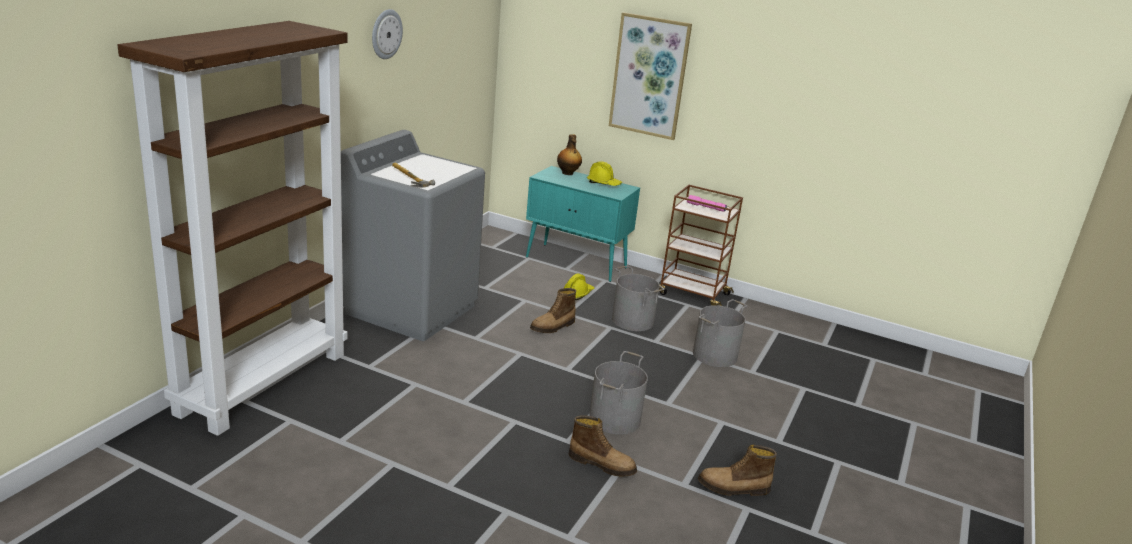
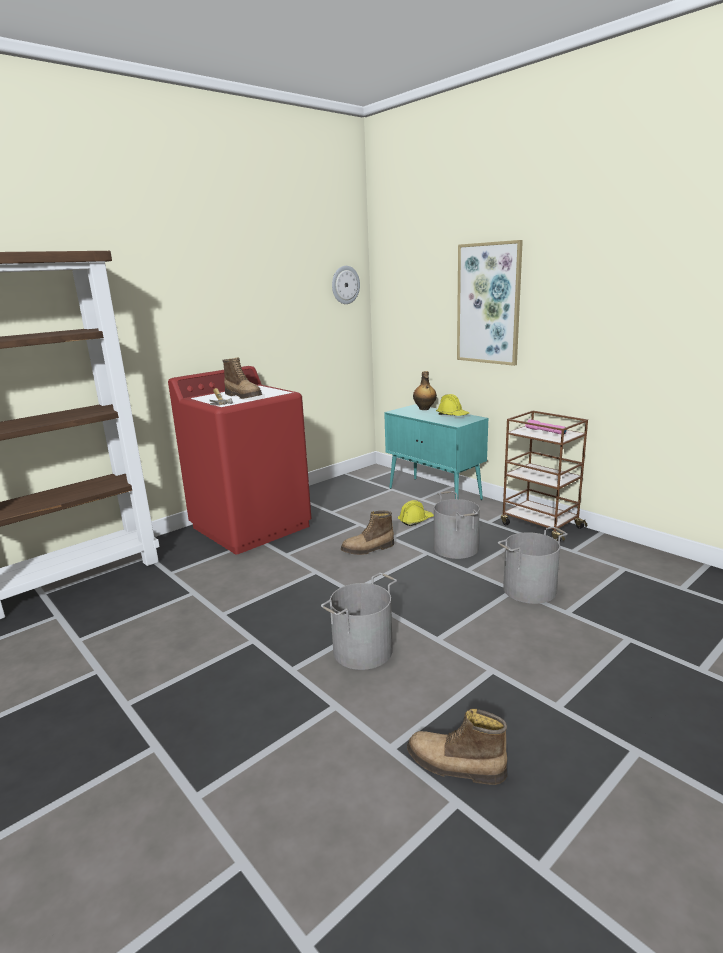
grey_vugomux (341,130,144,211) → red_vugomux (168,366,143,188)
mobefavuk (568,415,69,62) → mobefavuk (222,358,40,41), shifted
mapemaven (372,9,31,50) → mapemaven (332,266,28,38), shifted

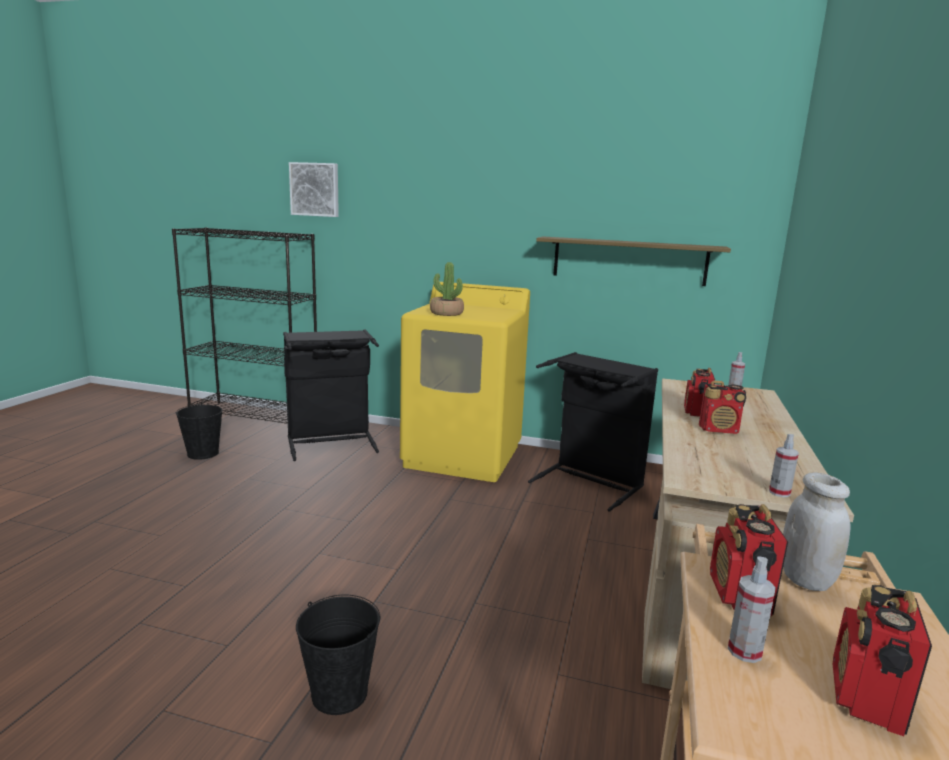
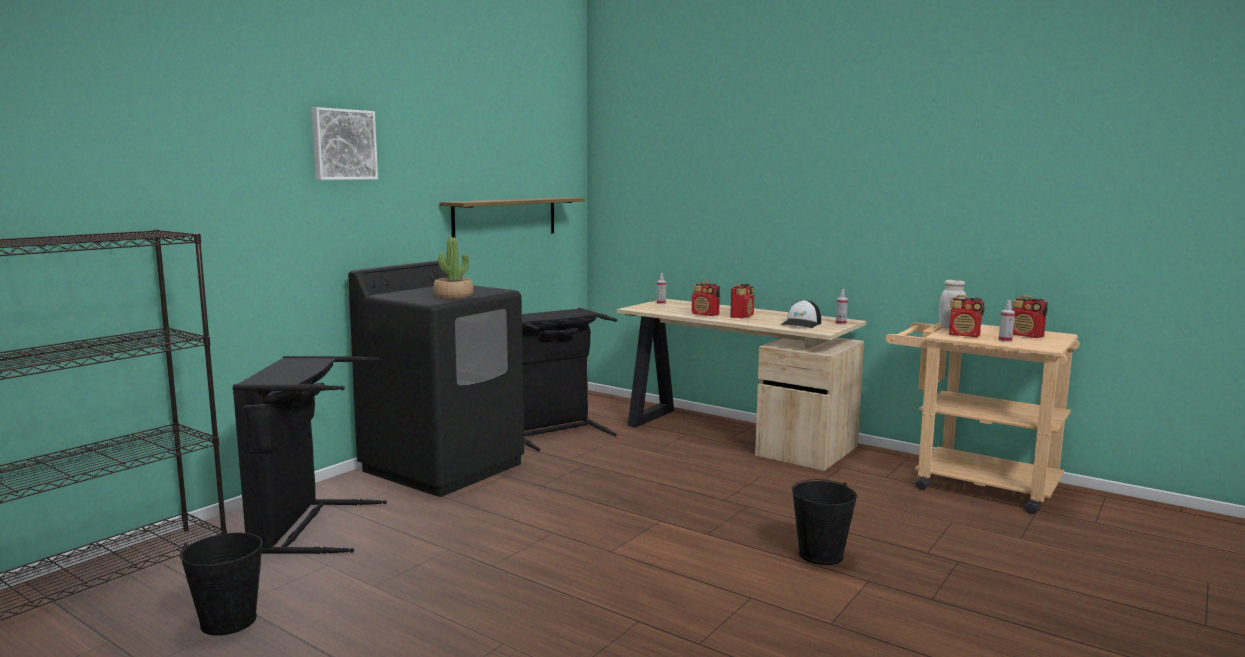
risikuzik (289,162,50,55) → risikuzik (311,107,67,73), shifted
yellow_vugomux (400,282,130,200) → black_vugomux (348,261,176,236)
- → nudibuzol (781,300,40,28)

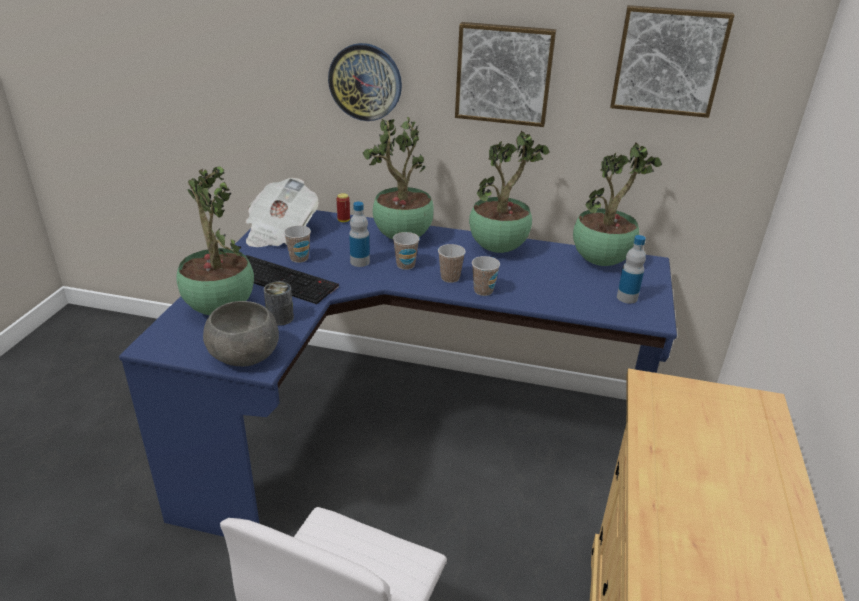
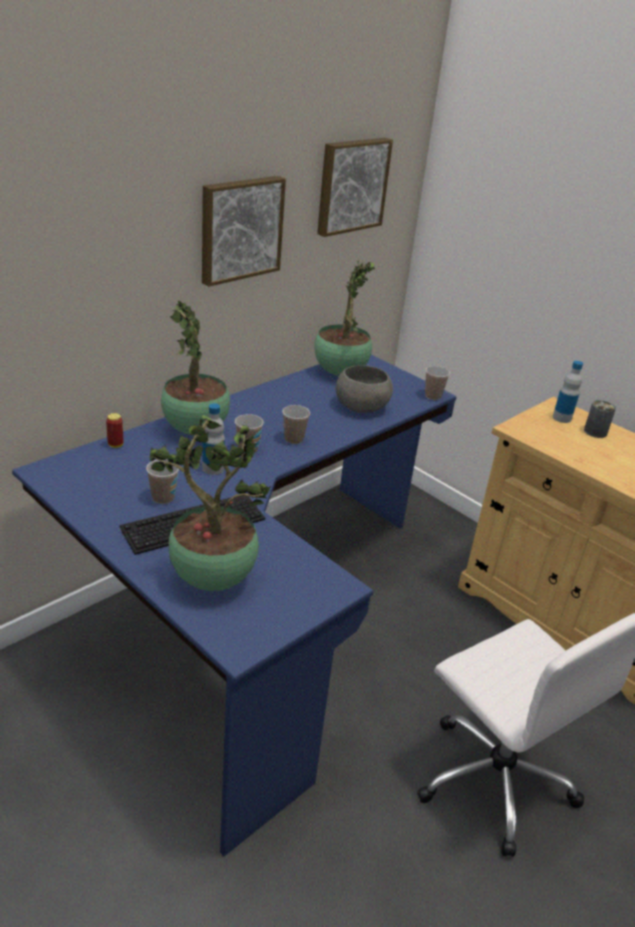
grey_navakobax (203,301,76,65) → grey_navakobax (336,365,57,48), shifted
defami (472,256,28,40) → defami (425,366,25,34), shifted
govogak (617,235,29,69) → govogak (553,361,30,62), shifted
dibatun (264,281,30,45) → dibatun (584,400,32,38), shifted
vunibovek (245,178,74,69) → -
mapemaven (328,43,74,78) → -
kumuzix (469,131,81,122) → -

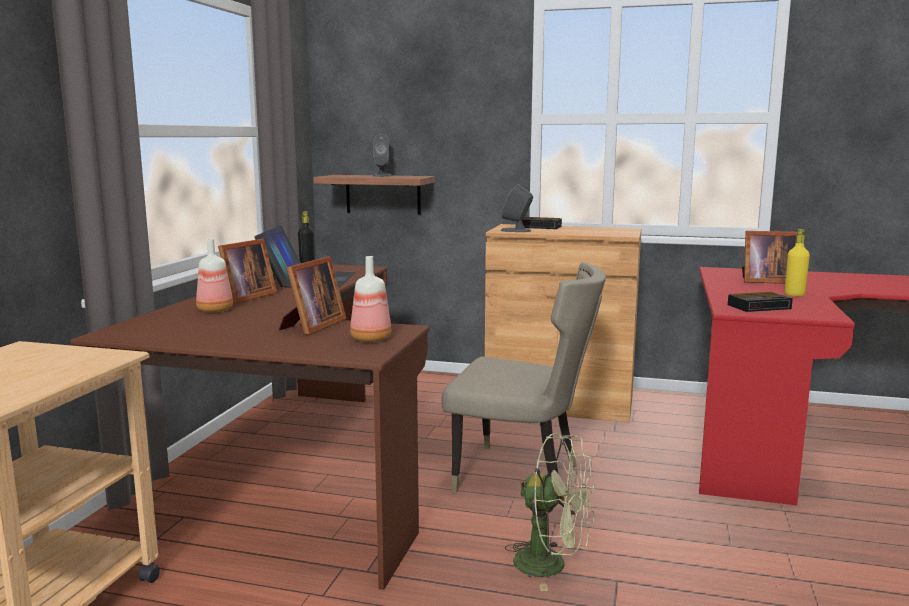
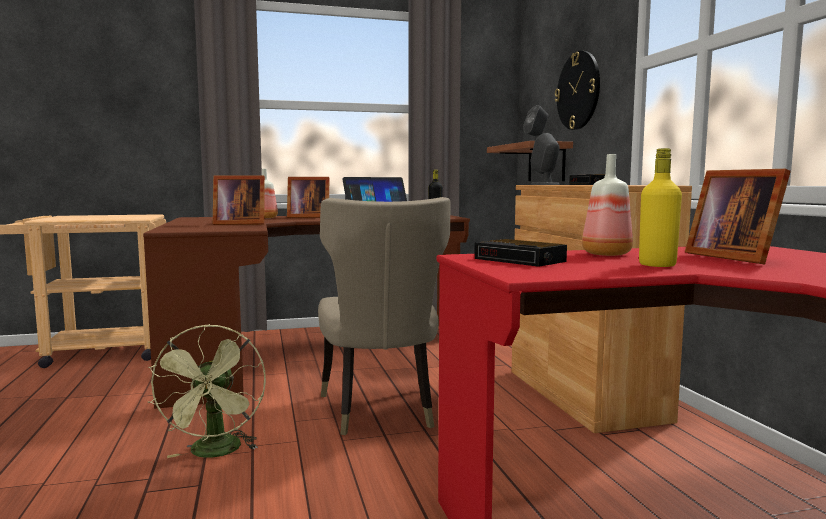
- → mapemaven (555,51,45,79)
govogak (350,256,41,86) → govogak (582,154,51,102), shifted

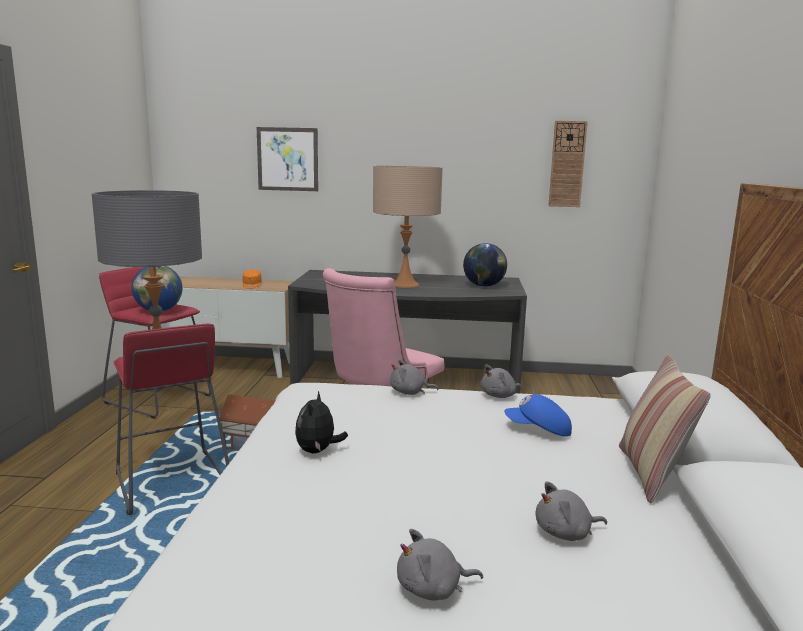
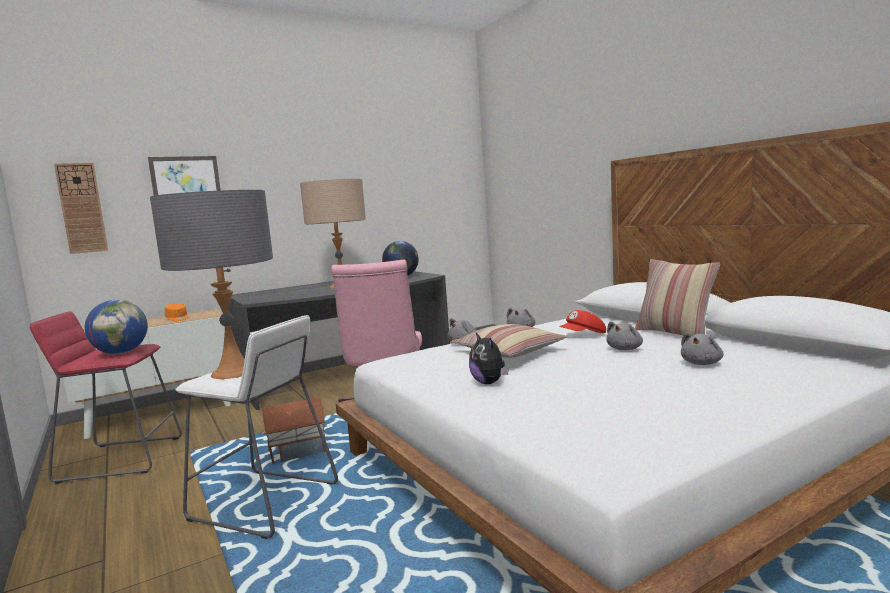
mapemaven (548,121,40,86) → mapemaven (54,163,54,91), shifted
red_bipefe (114,323,115,192) → white_bipefe (175,315,163,224)
- → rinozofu (452,324,116,34)
blue_nudibuzol (504,394,68,42) → red_nudibuzol (559,310,47,23)
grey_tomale (397,529,86,72) → grey_tomale (606,321,37,29), shifted

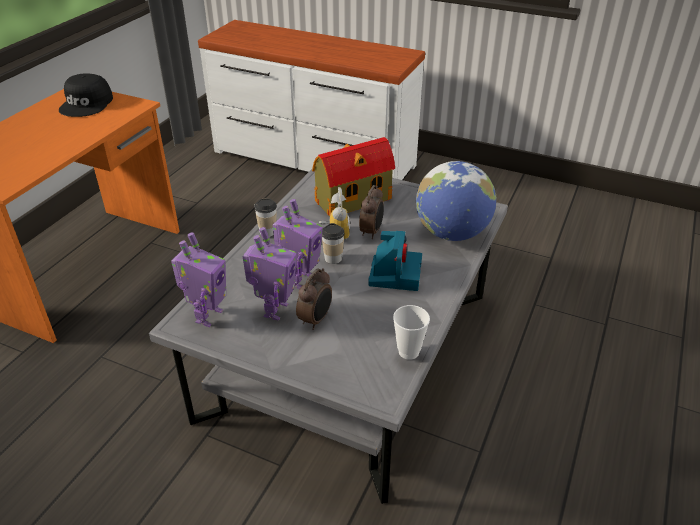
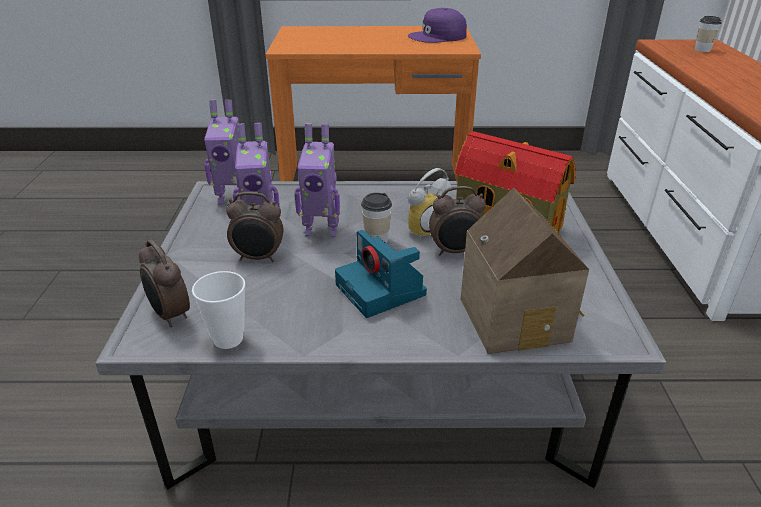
- → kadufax (139,240,51,87)
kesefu (368,231,54,60) → kesefu (335,230,92,88), 75 degrees clockwise
black_nudibuzol (59,74,54,43) → purple_nudibuzol (408,8,59,35)
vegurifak (416,161,81,80) → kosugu (461,188,128,166)
defami (254,198,23,38) → defami (695,16,27,36), shifted

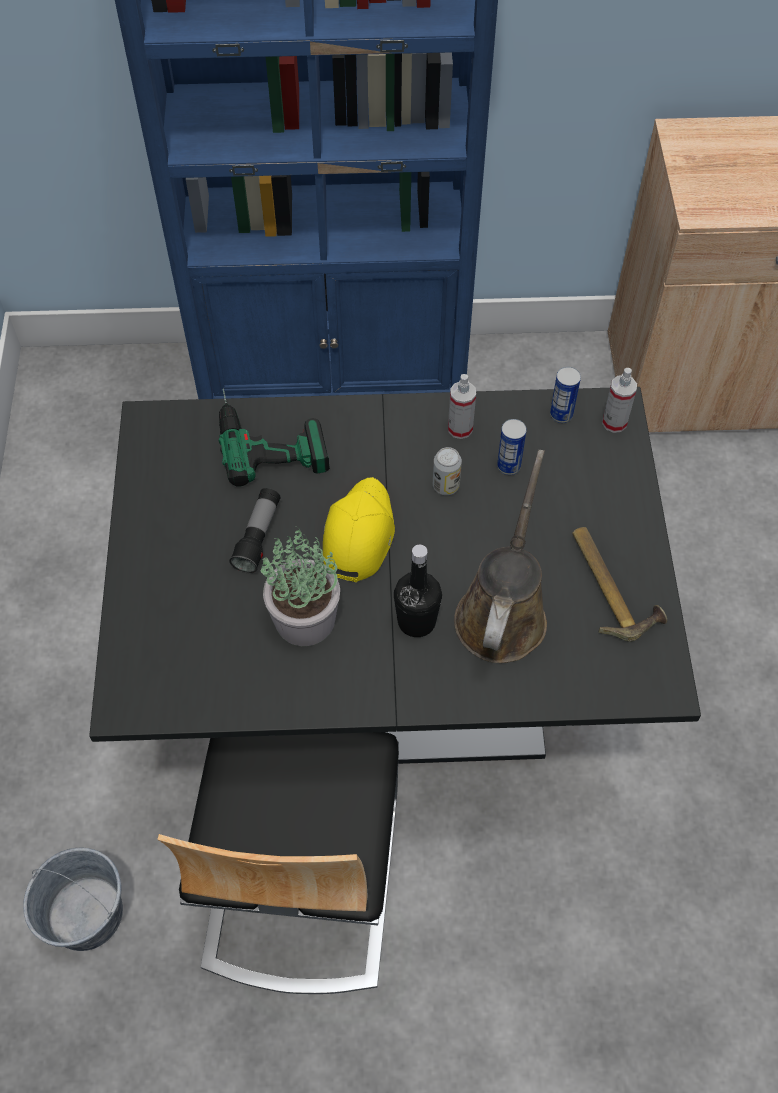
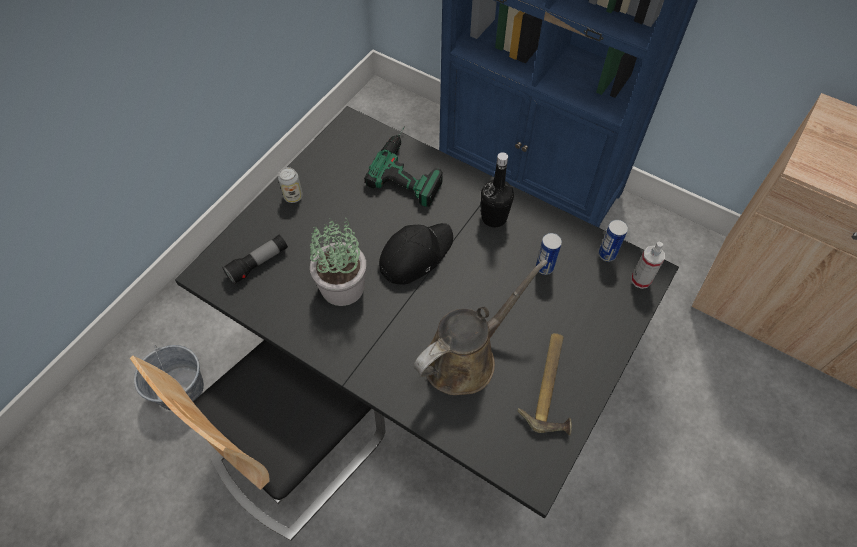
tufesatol (229,488,52,85) → tufesatol (222,235,66,50), shifted
dibatun (433,447,29,48) → dibatun (278,167,25,36), shifted
yellow_nudibuzol (323,477,72,105) → black_nudibuzol (379,223,74,62)
black_govogak (394,545,48,92) → black_govogak (481,152,33,76), shifted
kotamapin (448,374,28,65) → -

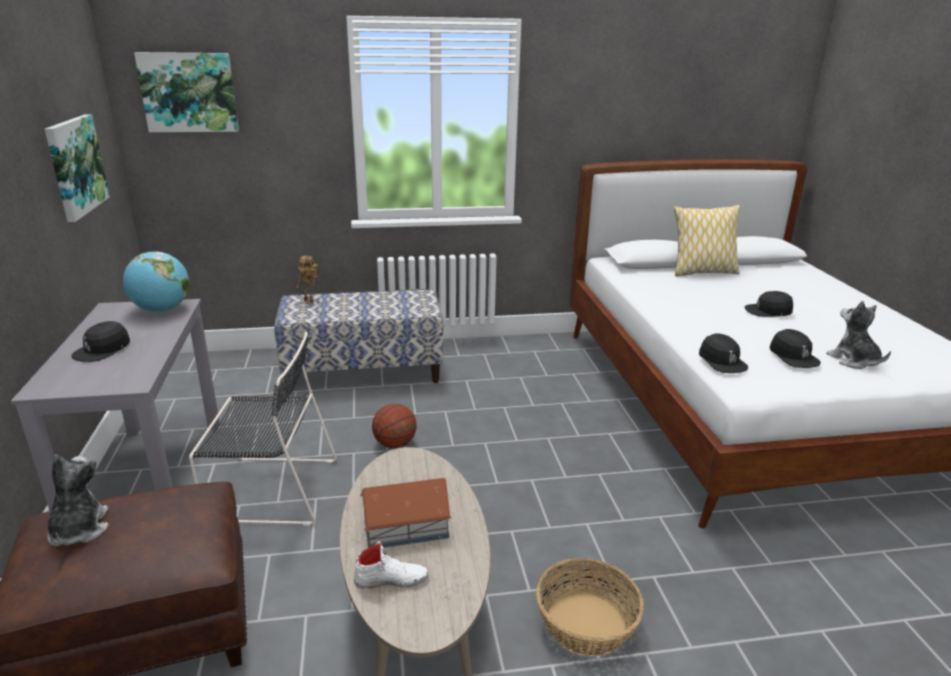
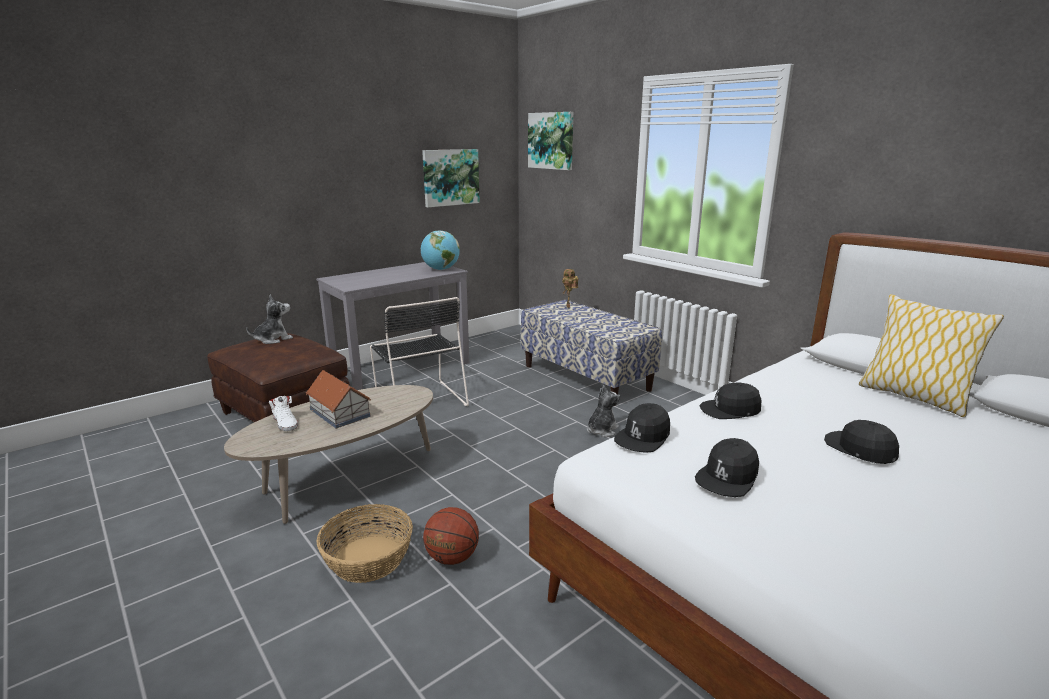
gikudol (372,404,45,44) → gikudol (423,507,56,58), shifted
tomale (826,301,65,68) → tomale (587,385,33,52), shifted
black_nudibuzol (71,321,59,41) → black_nudibuzol (699,382,62,37), shifted

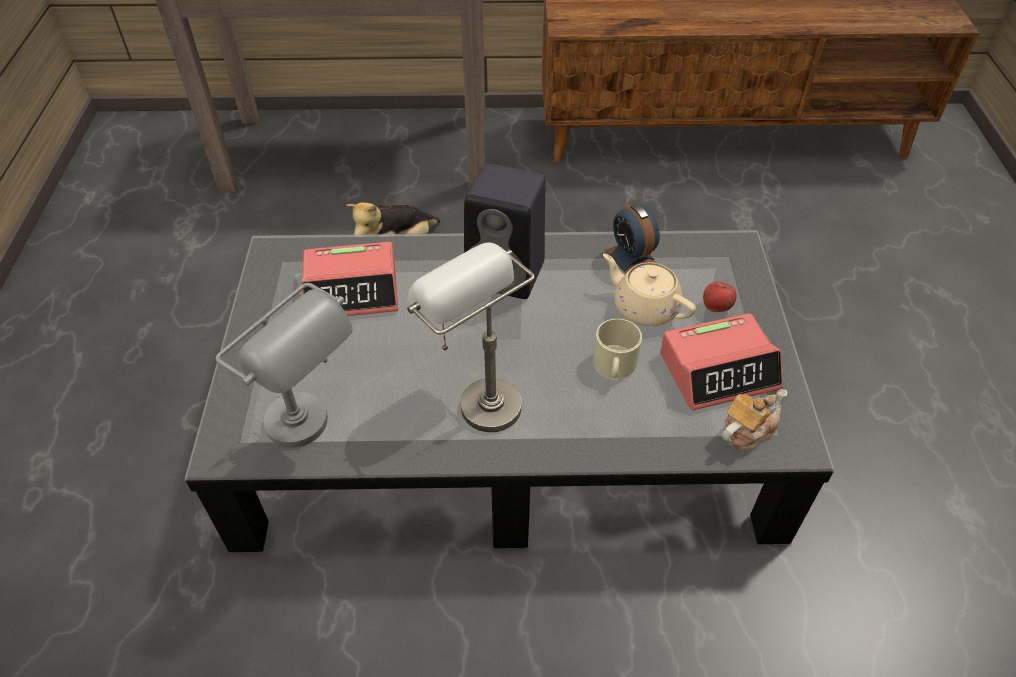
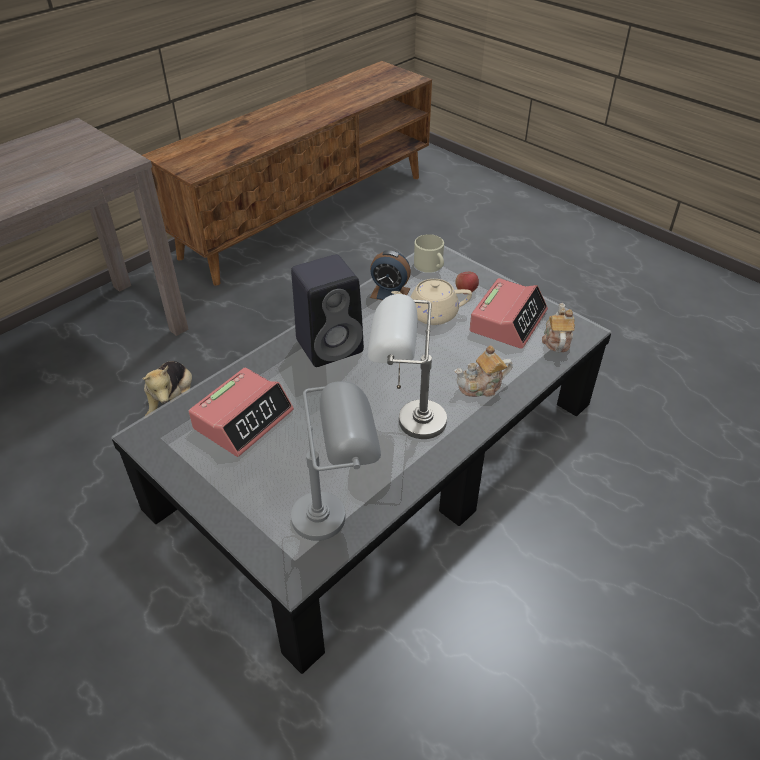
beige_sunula (594,319,48,59) → beige_sunula (414,234,30,39), shifted
- → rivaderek (454,345,59,52)

